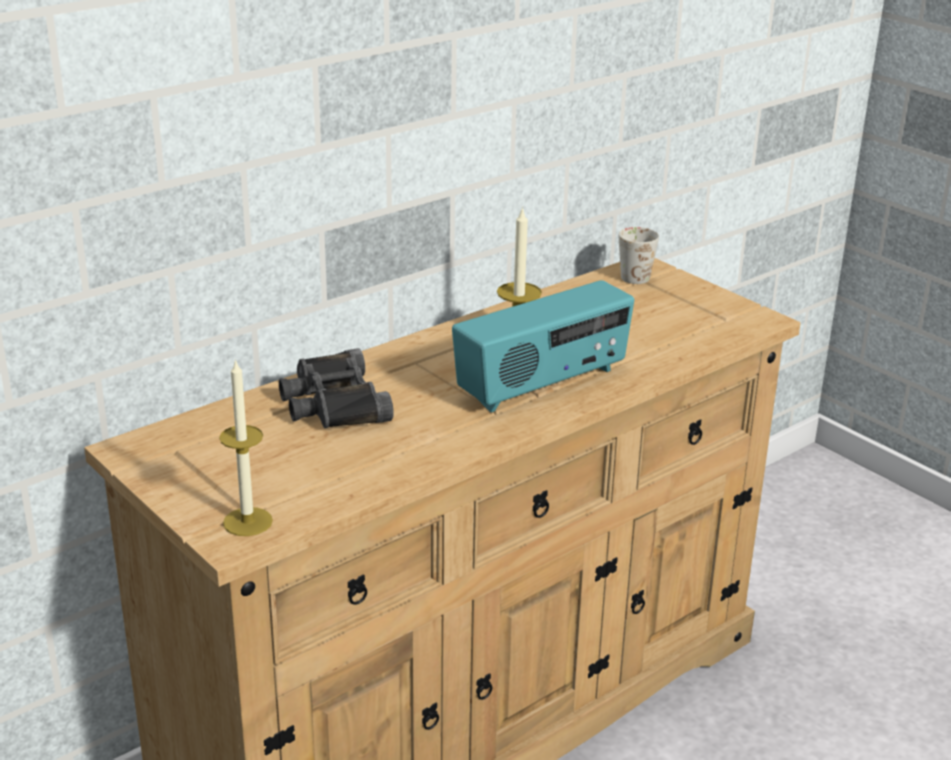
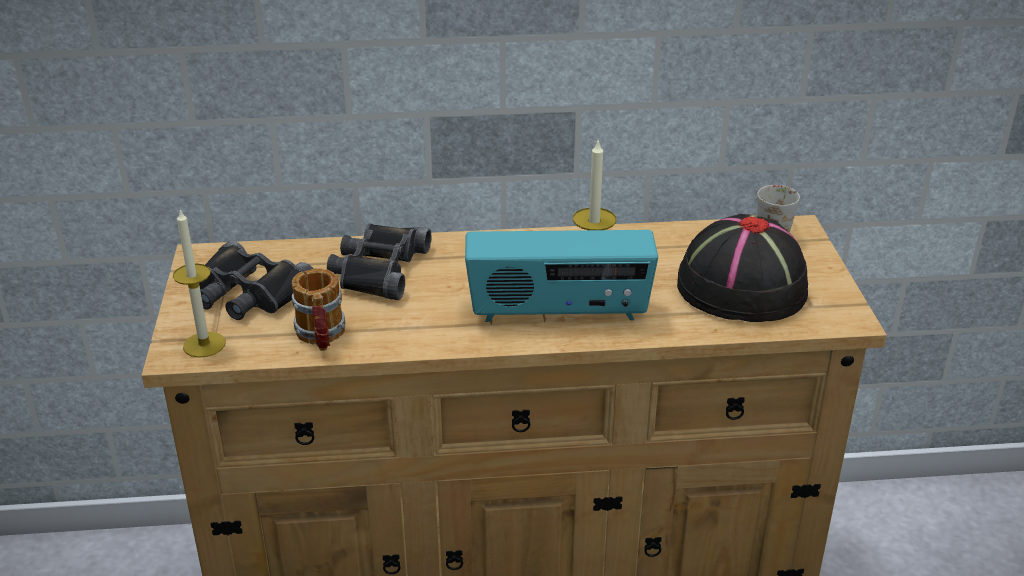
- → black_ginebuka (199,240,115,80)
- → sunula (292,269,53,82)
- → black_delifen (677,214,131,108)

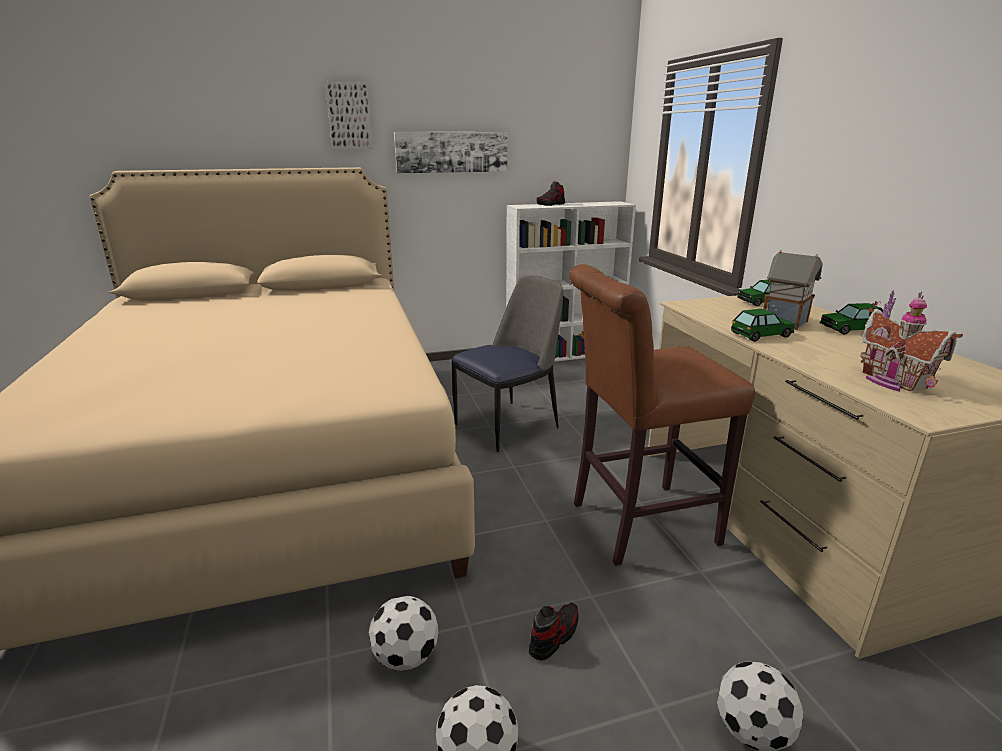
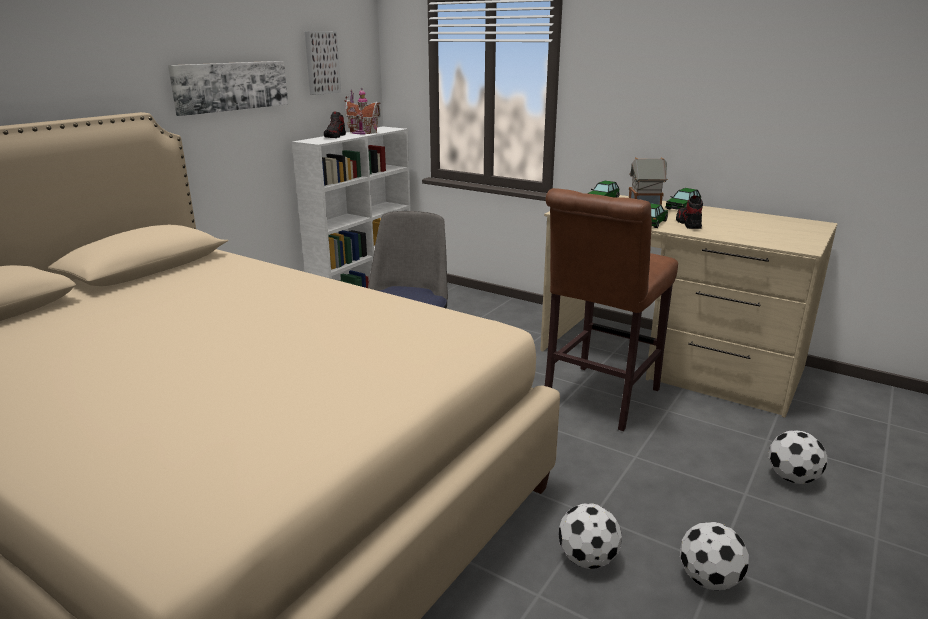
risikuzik (325,82,48,67) → risikuzik (305,31,36,64), shifted
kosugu (860,290,103,102) → kosugu (345,87,36,48), shifted
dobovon (529,603,50,58) → dobovon (676,195,27,34), shifted

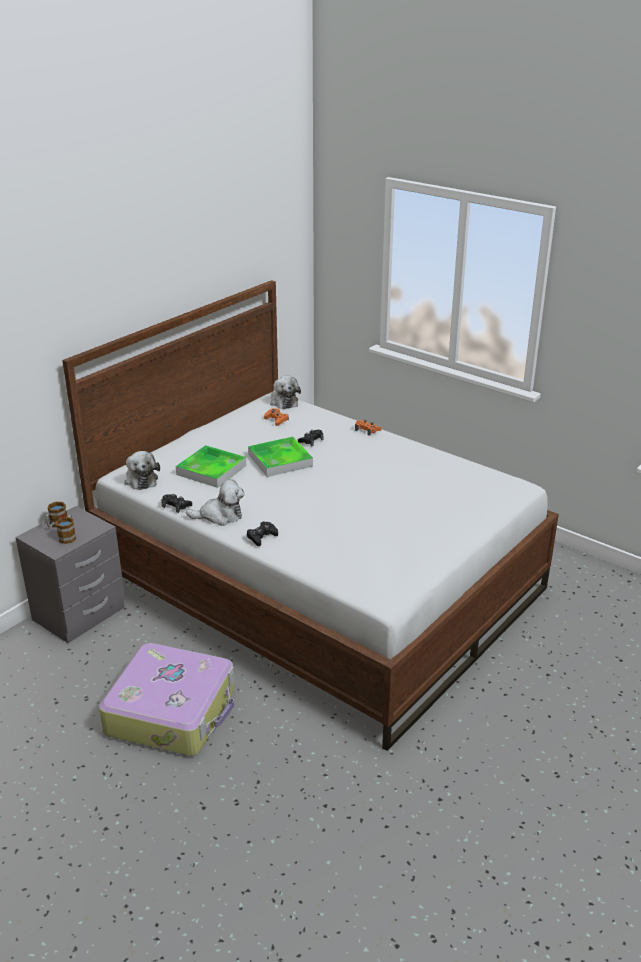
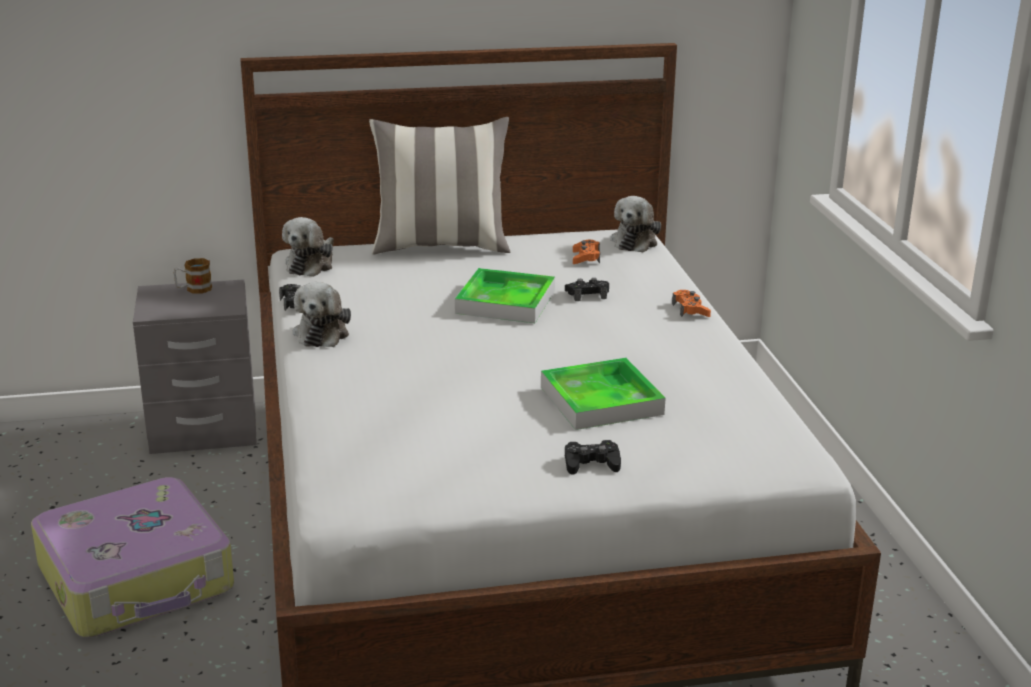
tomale (186,479,59,47) → tomale (293,282,58,65), 60 degrees clockwise
- → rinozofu (369,117,141,138)
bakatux (176,445,70,43) → bakatux (541,358,125,72), shifted
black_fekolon (247,522,31,24) → black_fekolon (565,440,56,35), shifted
sunula (56,515,20,29) → -

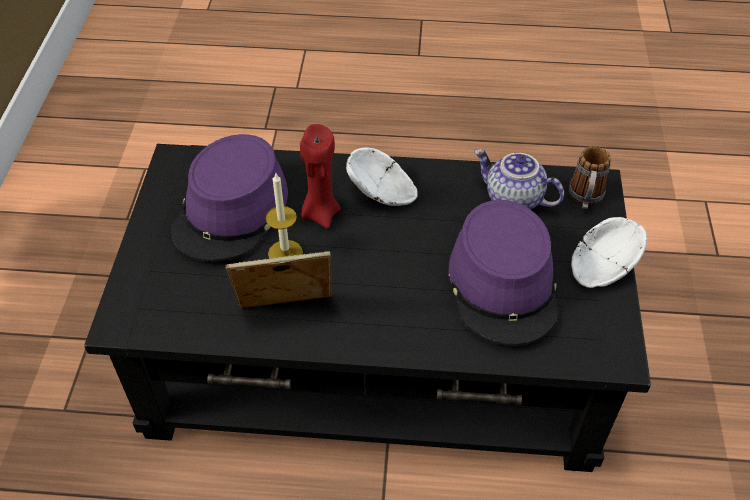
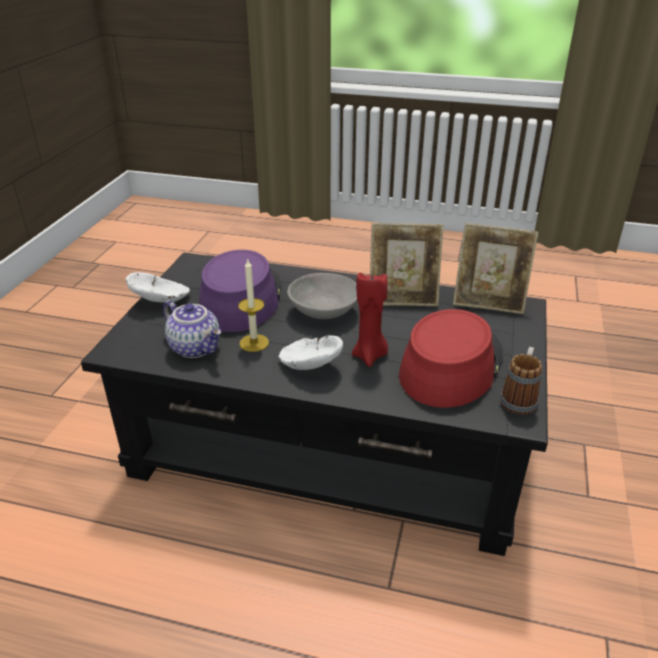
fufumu (266,172,37,87) → fufumu (238,260,31,92), shifted
- → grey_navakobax (287,273,70,46)
purple_delifen (171,134,117,128) → red_delifen (399,309,104,99)
- → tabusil (453,223,85,91)
sunula (569,146,42,63) → sunula (500,347,42,68), shifted

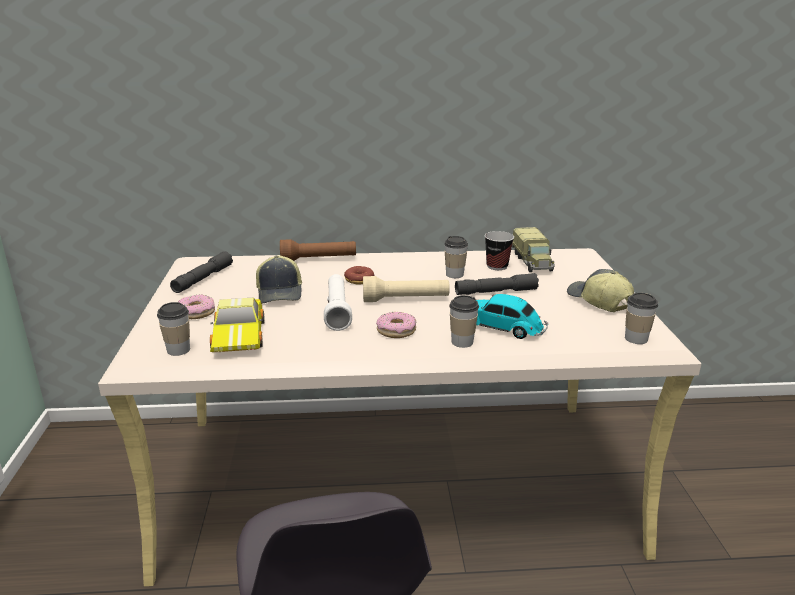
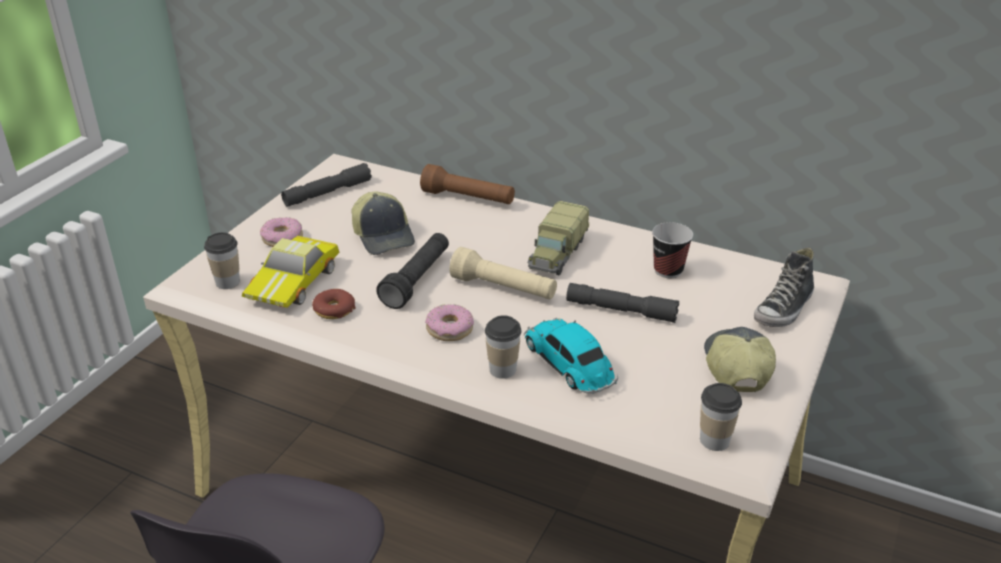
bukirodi (344,266,30,18) → bukirodi (312,289,44,30), shifted
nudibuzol (256,255,46,49) → nudibuzol (351,192,64,63), 45 degrees counterclockwise
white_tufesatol (324,274,28,57) → black_tufesatol (376,233,73,76)
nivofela (512,227,43,45) → nivofela (527,201,62,74), shifted
- → dobovon (754,247,60,80)
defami (444,236,24,42) → -

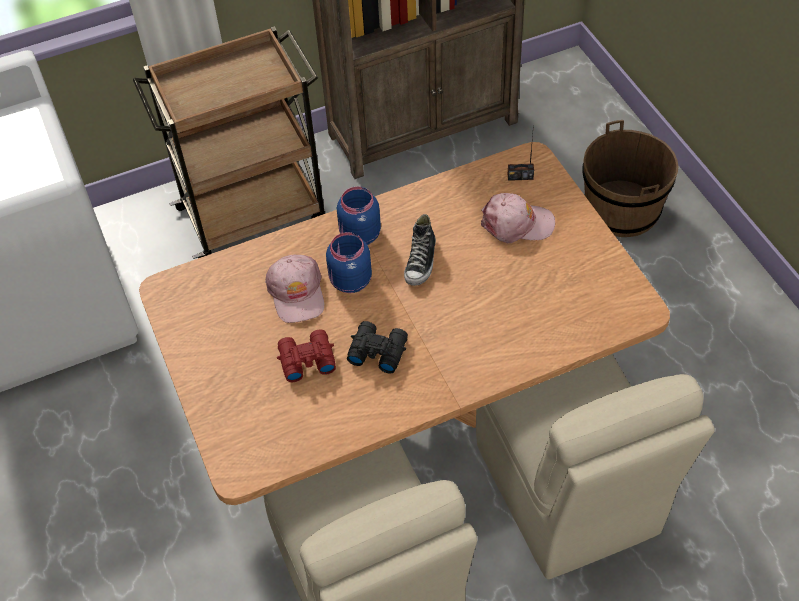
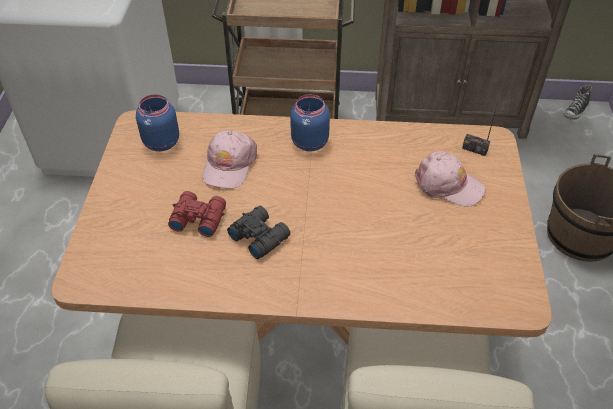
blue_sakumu (326,232,46,61) → blue_sakumu (136,94,43,58), shifted
dobovon (404,214,32,72) → dobovon (563,84,29,36), shifted

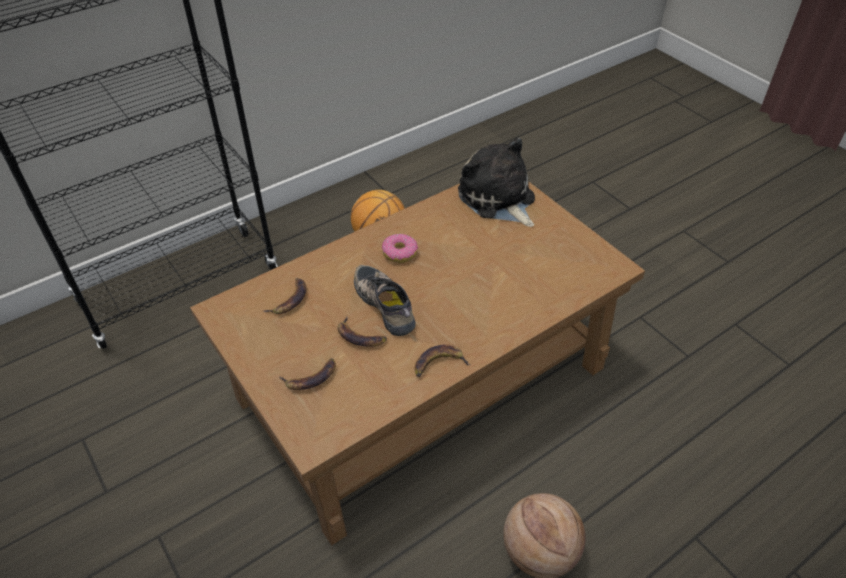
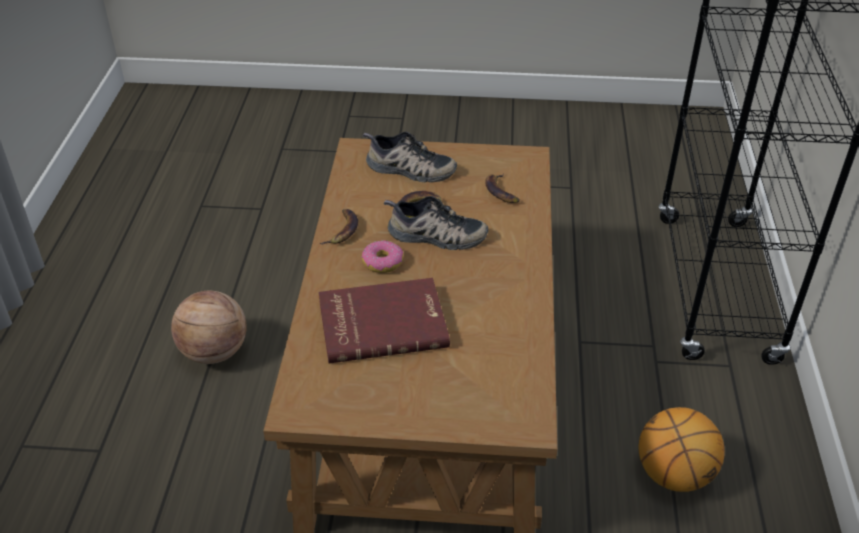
- → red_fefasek (319,278,131,86)
bukirodi (382,234,36,29) → bukirodi (361,240,42,33), shifted
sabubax (280,358,56,32) → dobovon (362,132,95,50)
tomale (458,138,77,89) → -

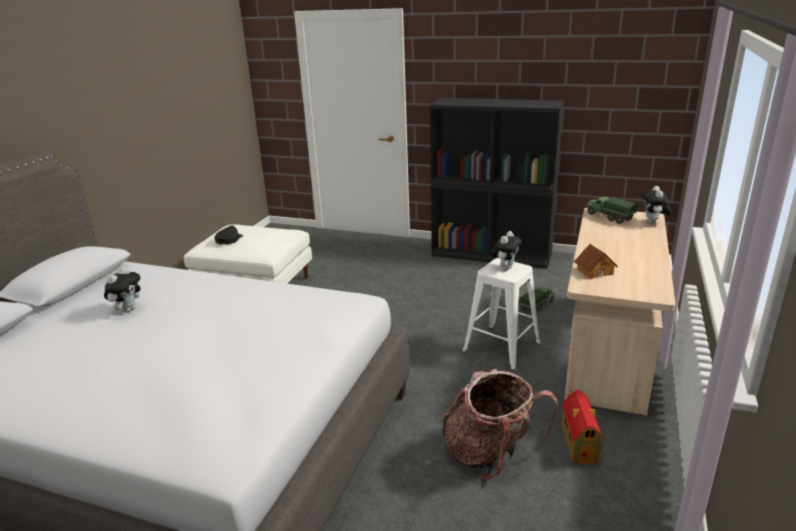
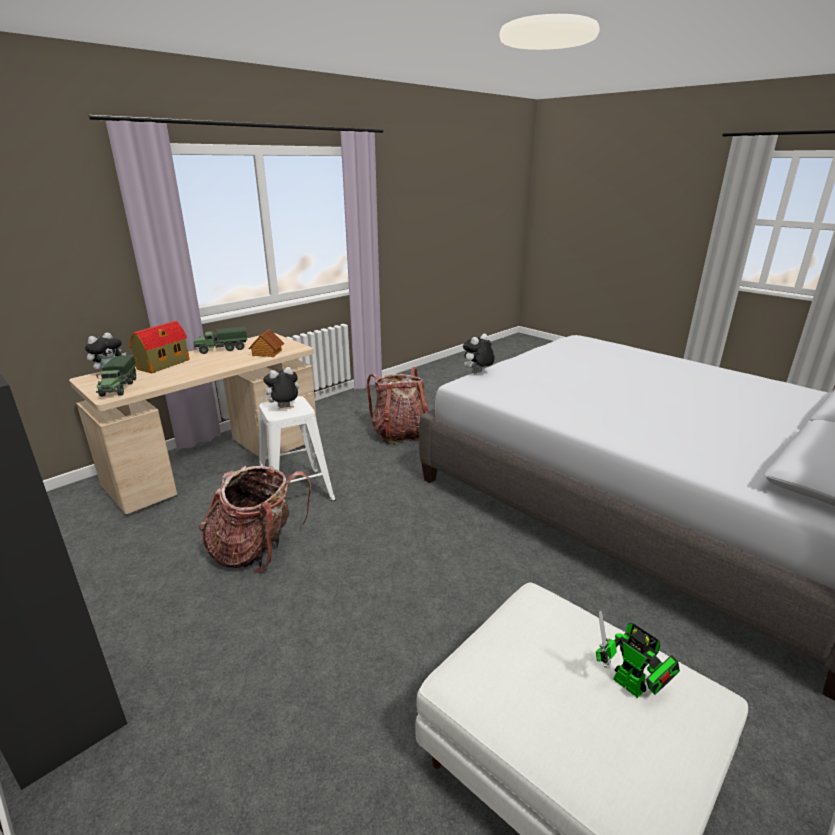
kosugu (561,390,44,74) → kosugu (130,321,60,52), shifted
nivofela (519,286,37,27) → nivofela (194,326,53,28), shifted
- → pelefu (199,466,112,107)
tomale (104,267,37,46) → tomale (463,334,32,39), shifted
black_nudibuzol (214,225,29,20) → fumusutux (596,610,84,88)

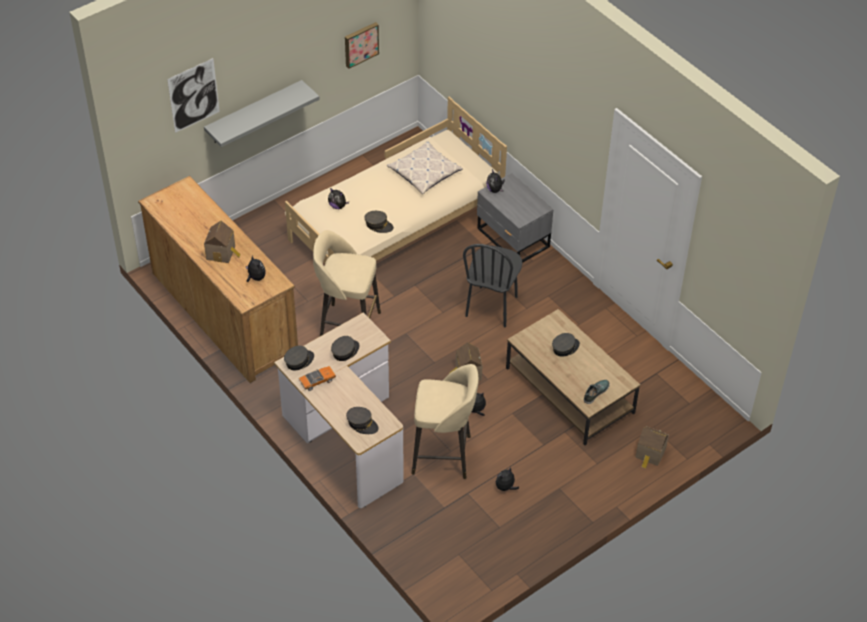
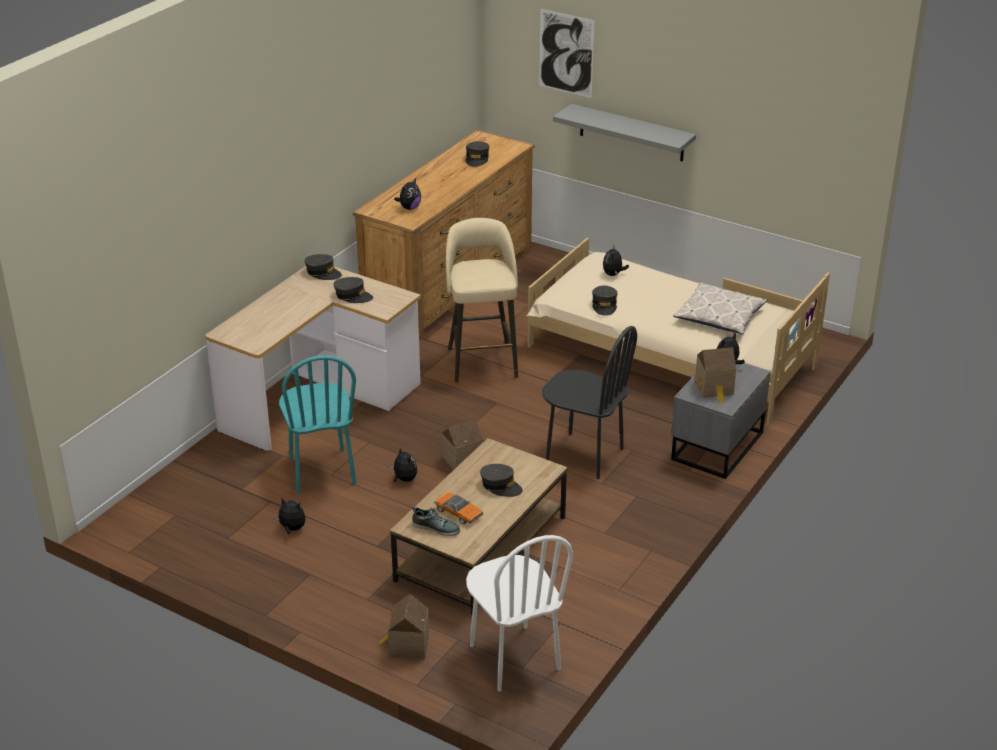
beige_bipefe (411,364,68,115) → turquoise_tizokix (279,355,77,139)
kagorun (299,366,37,25) → kagorun (435,492,48,32), shifted
grey_nudibuzol (346,407,33,27) → grey_nudibuzol (465,141,24,26), shifted
- → white_tizokix (466,535,107,156)
black_tizokix (463,244,60,83) → black_tizokix (542,326,95,153), 150 degrees counterclockwise
kosugu (204,221,37,42) → kosugu (695,347,41,56), shifted
risikuzik (345,22,34,47) → -

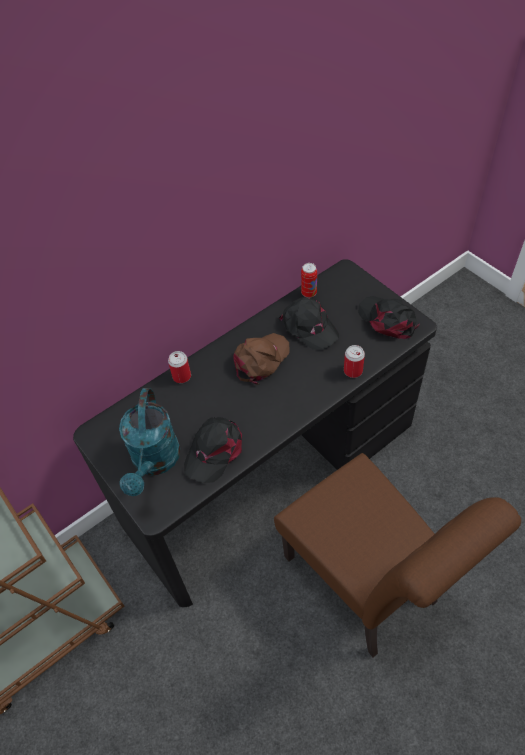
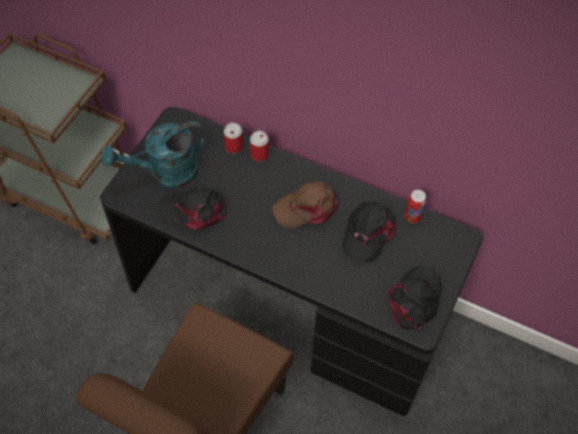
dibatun (344,345,21,33) → dibatun (224,123,19,31), shifted
brown_nudibuzol (233,333,57,51) → brown_nudibuzol (273,181,66,47), 150 degrees clockwise

